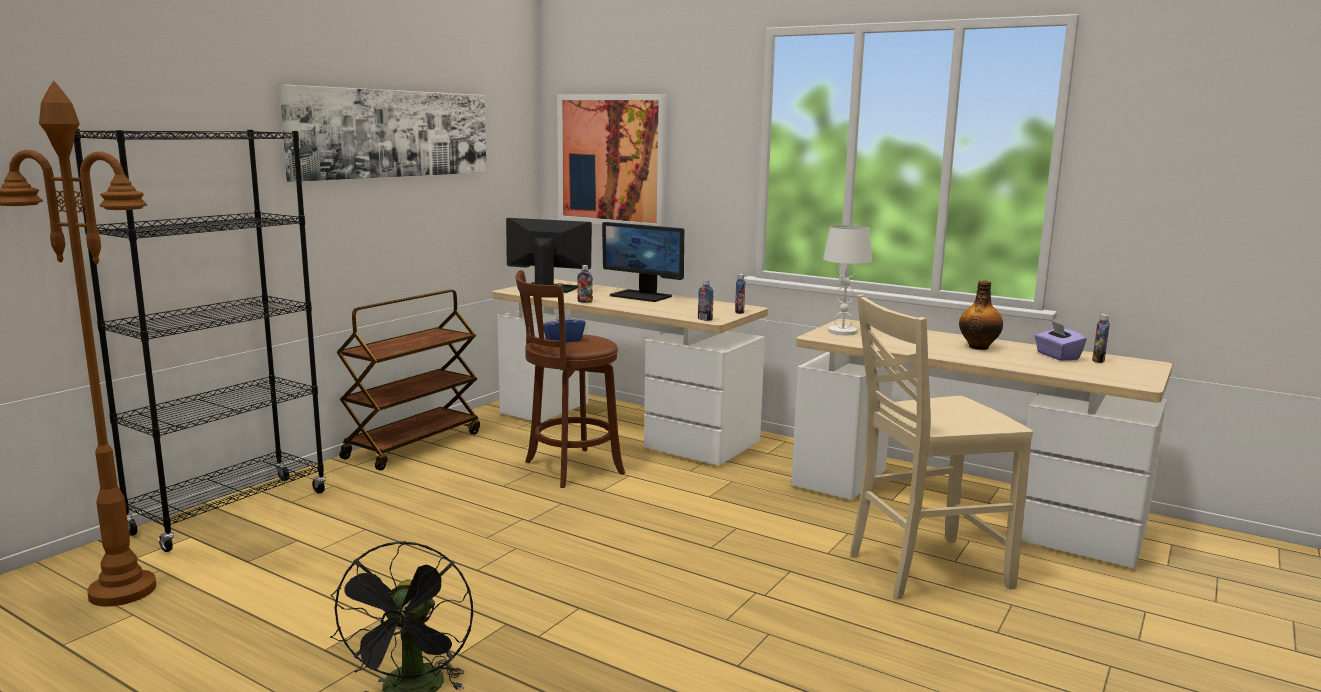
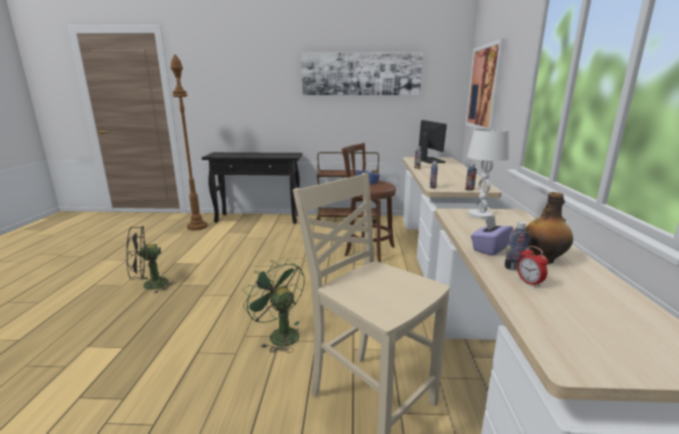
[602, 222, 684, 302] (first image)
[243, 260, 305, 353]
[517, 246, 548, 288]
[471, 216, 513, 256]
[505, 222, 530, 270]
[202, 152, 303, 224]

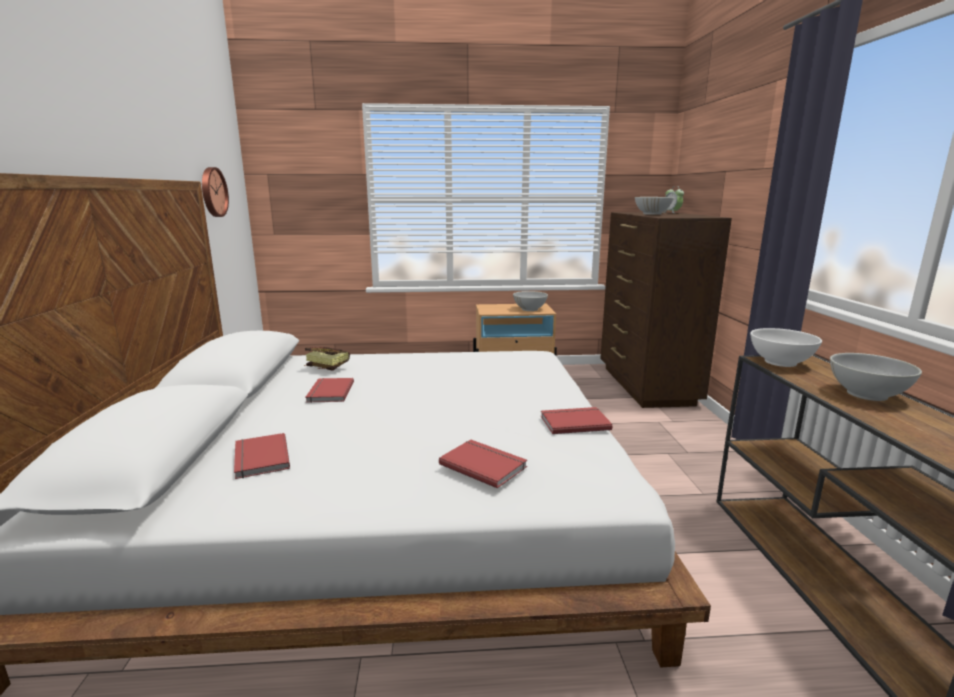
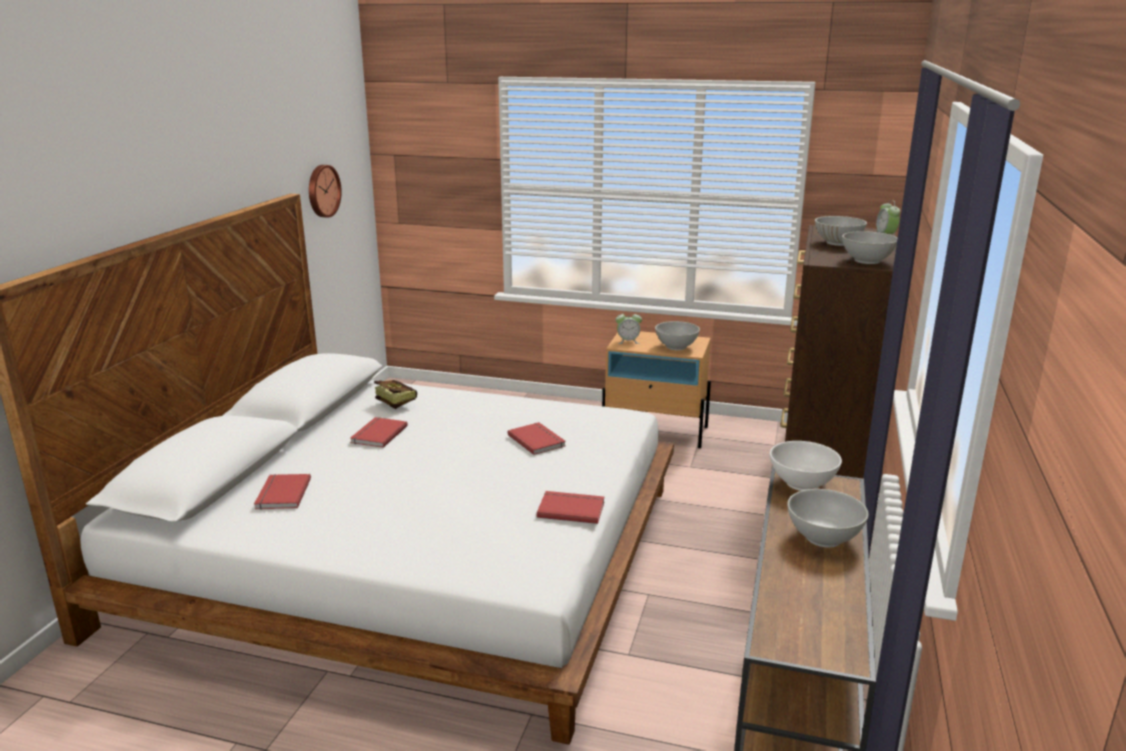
[616, 310, 642, 344]
[842, 231, 897, 264]
[508, 422, 566, 455]

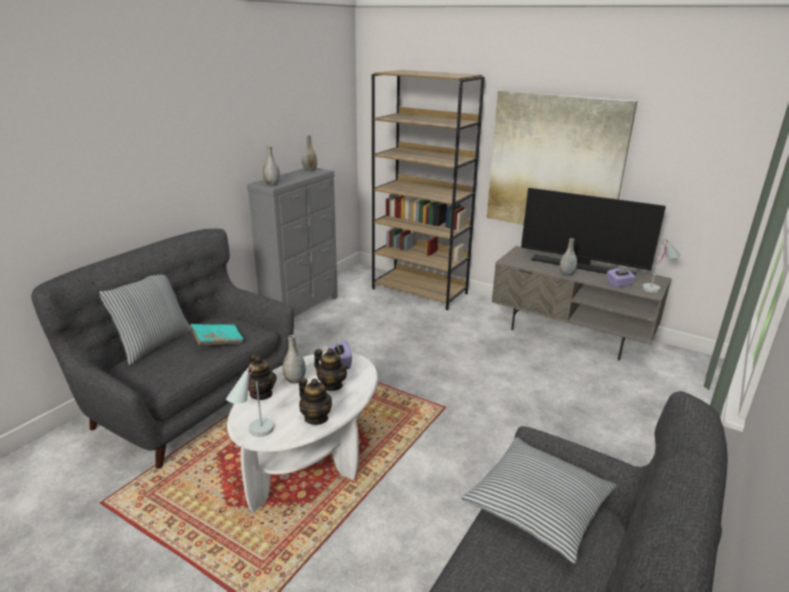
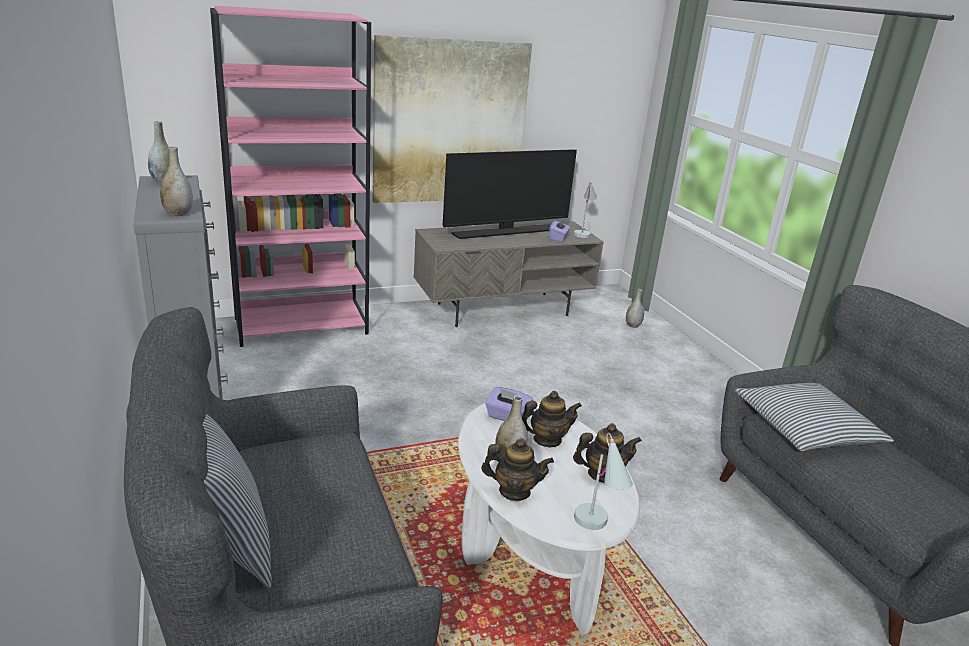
[190, 324, 244, 345] (first image)
[626, 289, 644, 328]
[210, 6, 371, 347]

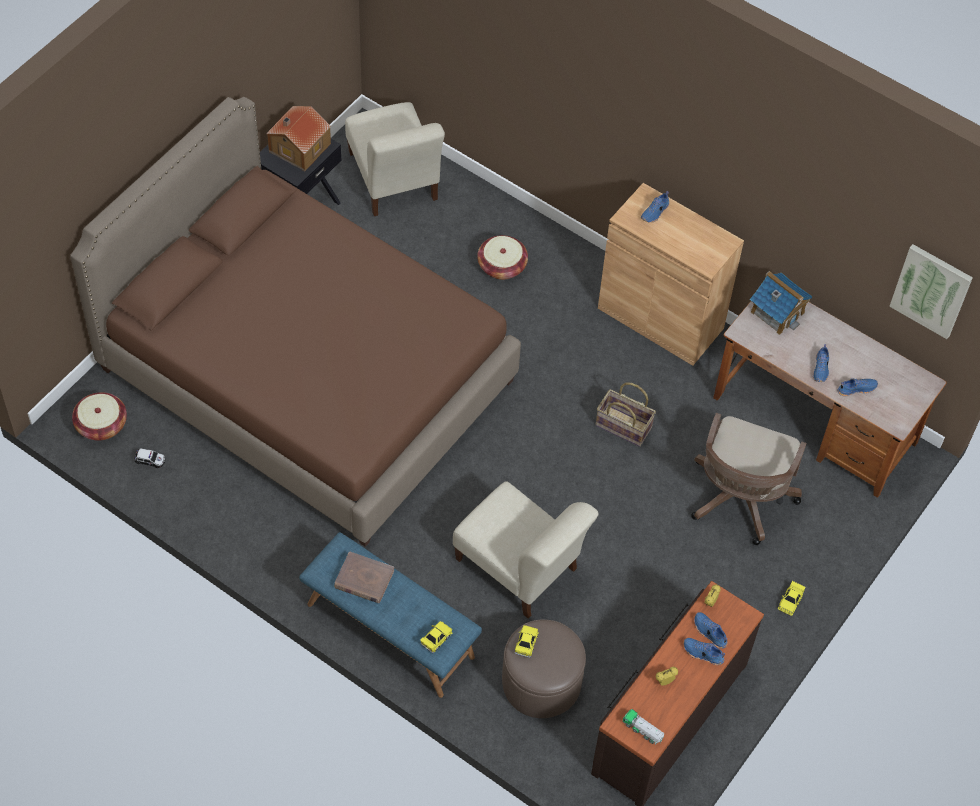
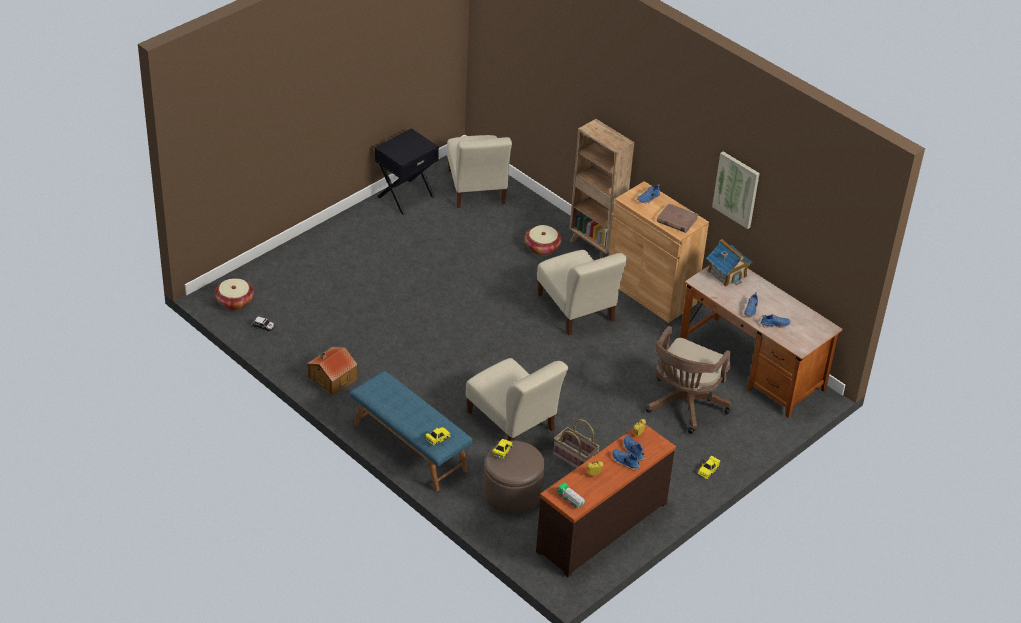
[70, 97, 521, 547] (first image)
[537, 250, 628, 335]
[569, 119, 634, 258]
[307, 347, 358, 396]
[657, 203, 698, 233]
[553, 419, 600, 469]
[712, 152, 760, 229]

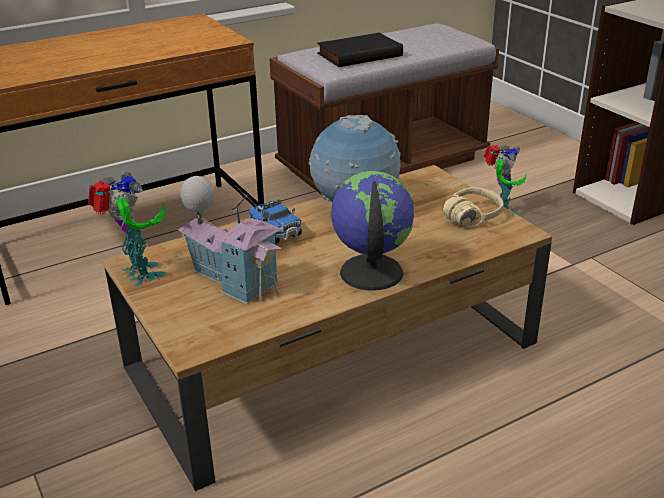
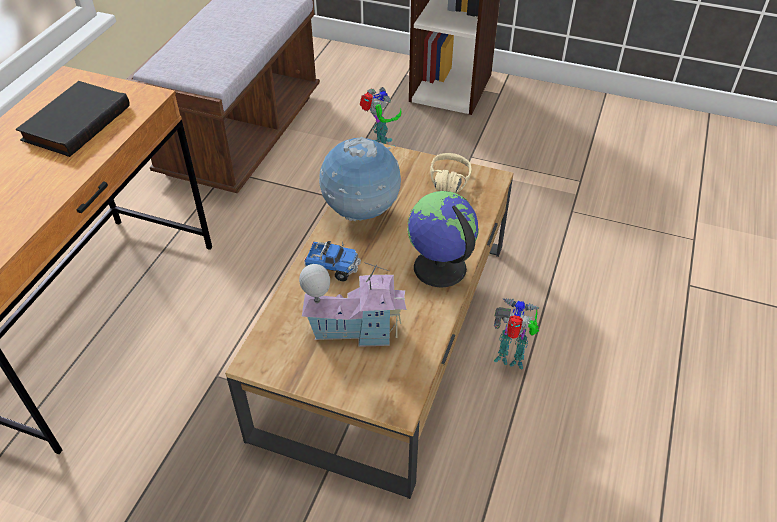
[494, 298, 539, 369]
[16, 81, 130, 157]

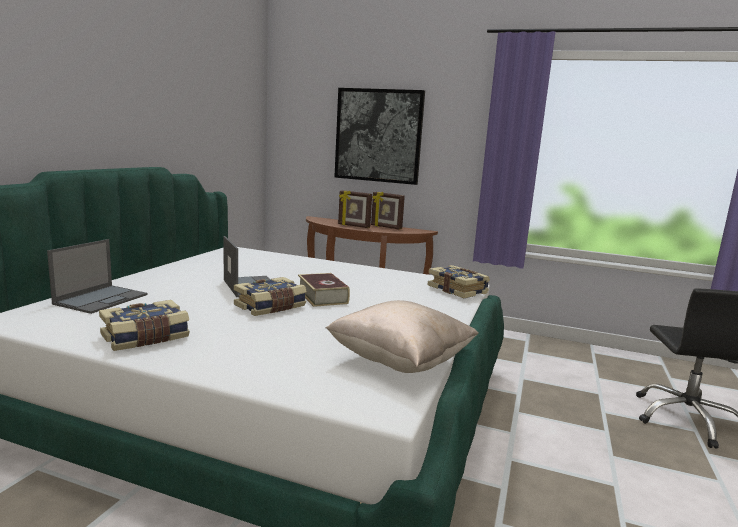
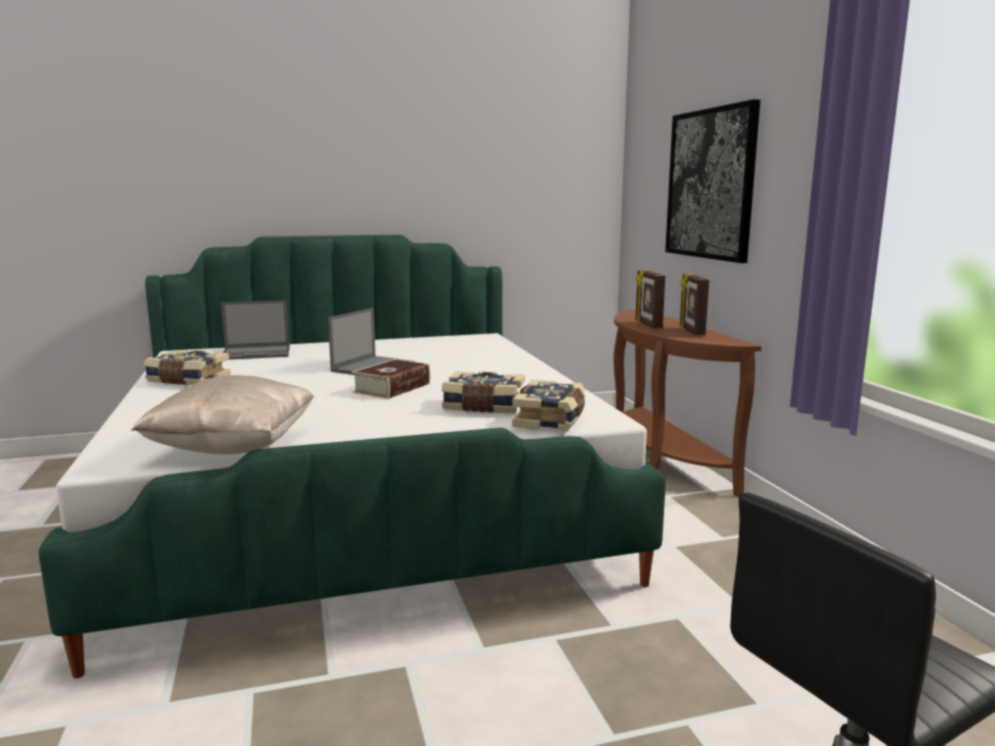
[442, 372, 525, 413]

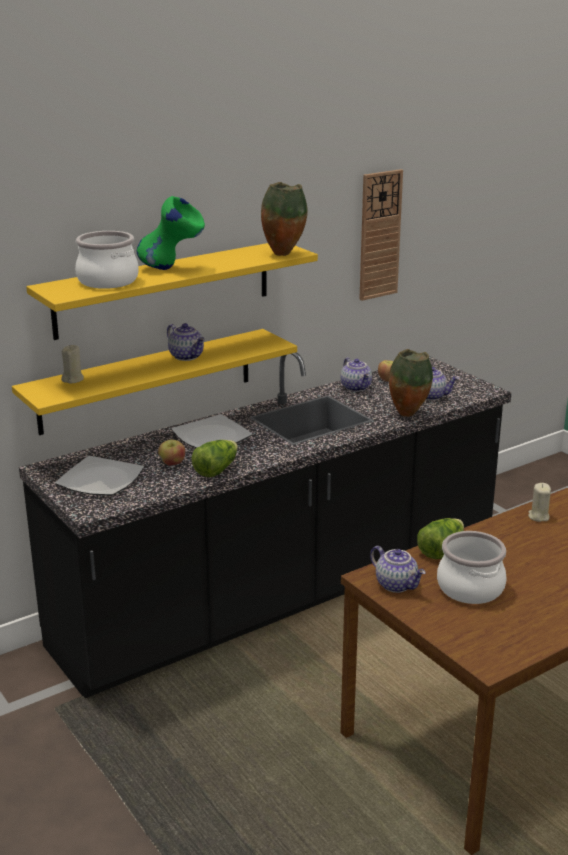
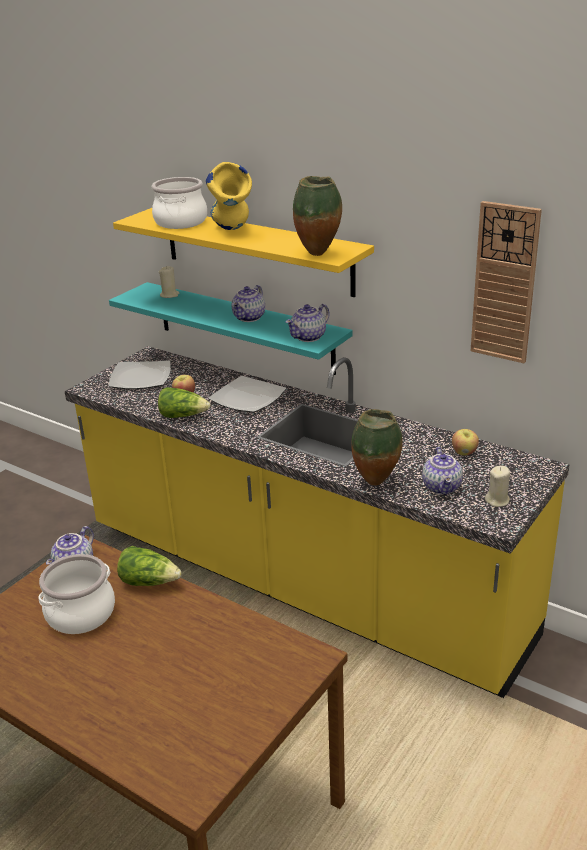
[286, 304, 330, 342]
[485, 466, 510, 507]
[109, 282, 353, 375]
[64, 346, 569, 698]
[206, 162, 252, 230]

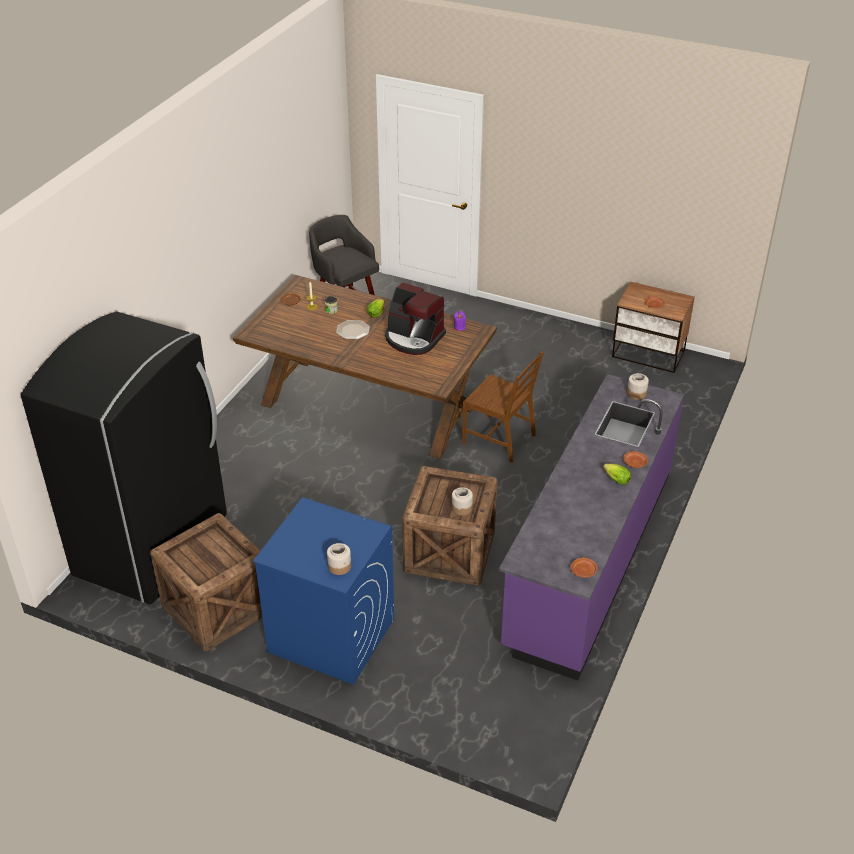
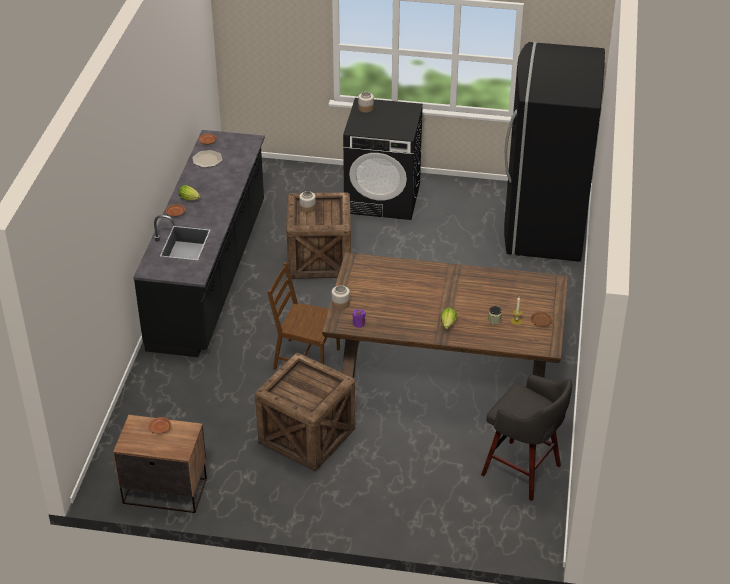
[385, 282, 446, 355] (first image)
[255, 353, 355, 471]
[192, 150, 222, 168]
[332, 285, 350, 310]
[343, 98, 423, 220]
[133, 130, 265, 357]

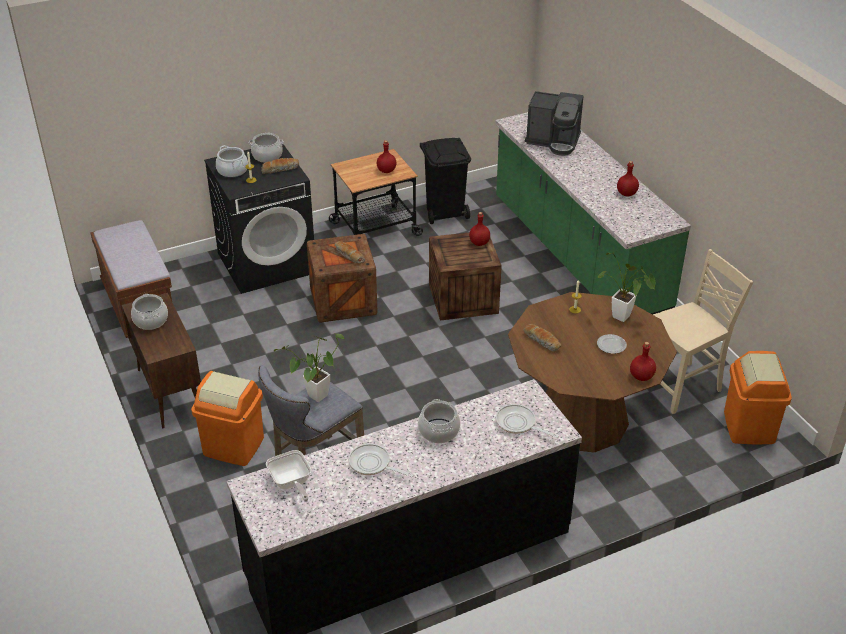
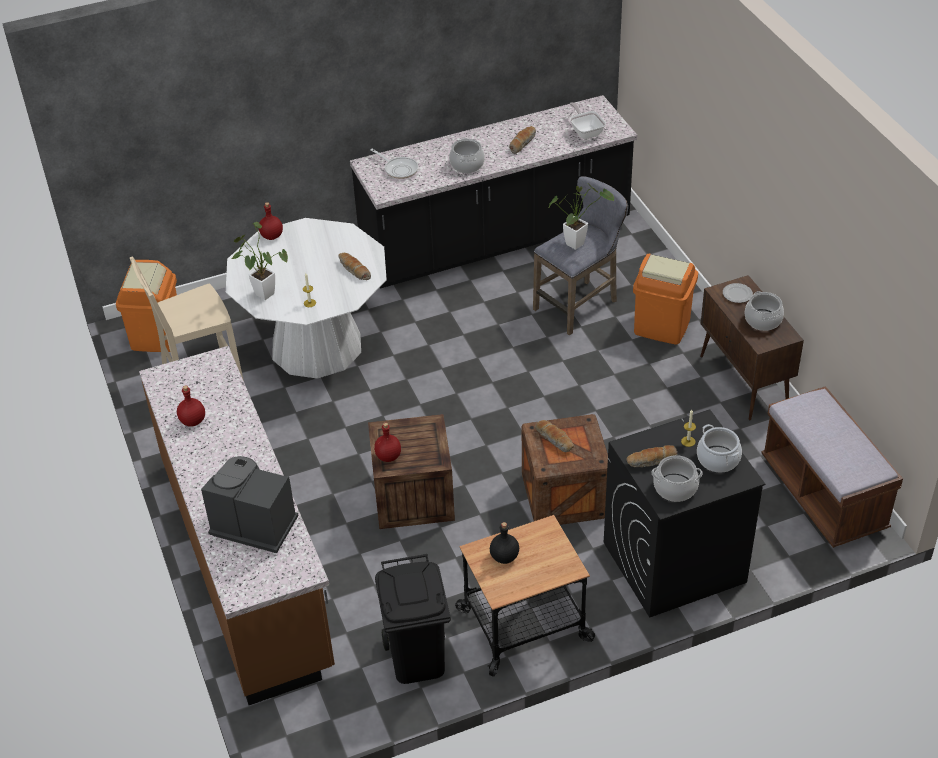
[723, 283, 753, 303]
[509, 126, 536, 154]
[490, 522, 519, 564]
[139, 346, 335, 705]
[226, 218, 387, 379]

